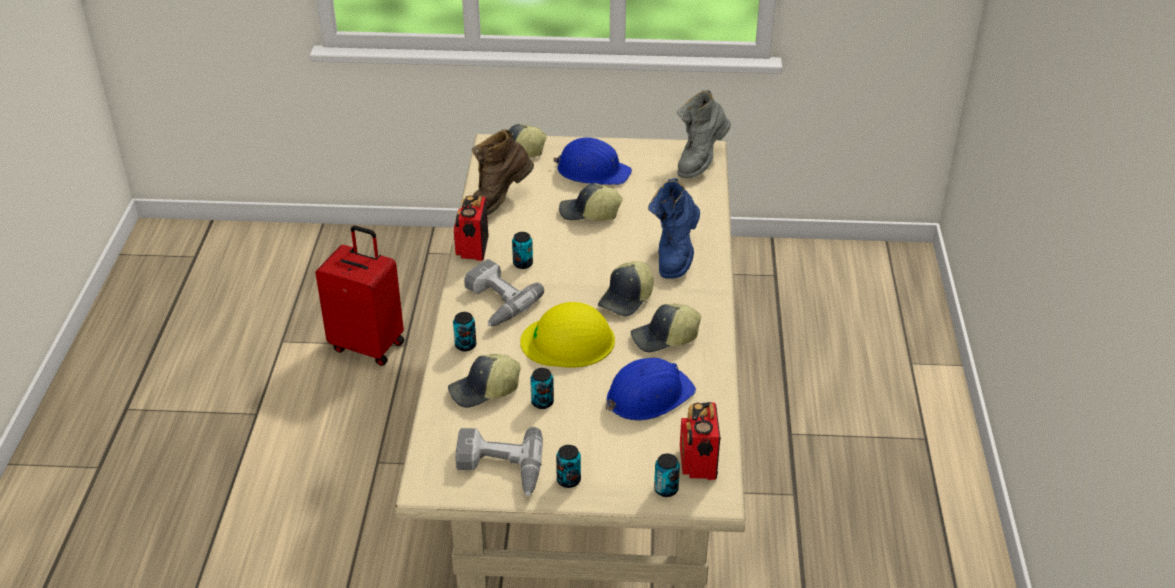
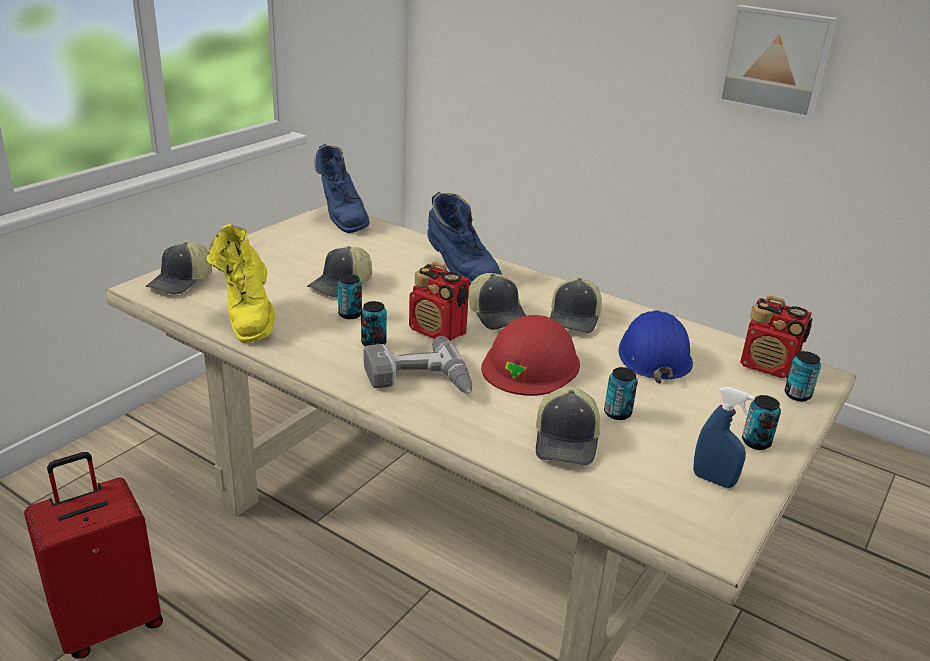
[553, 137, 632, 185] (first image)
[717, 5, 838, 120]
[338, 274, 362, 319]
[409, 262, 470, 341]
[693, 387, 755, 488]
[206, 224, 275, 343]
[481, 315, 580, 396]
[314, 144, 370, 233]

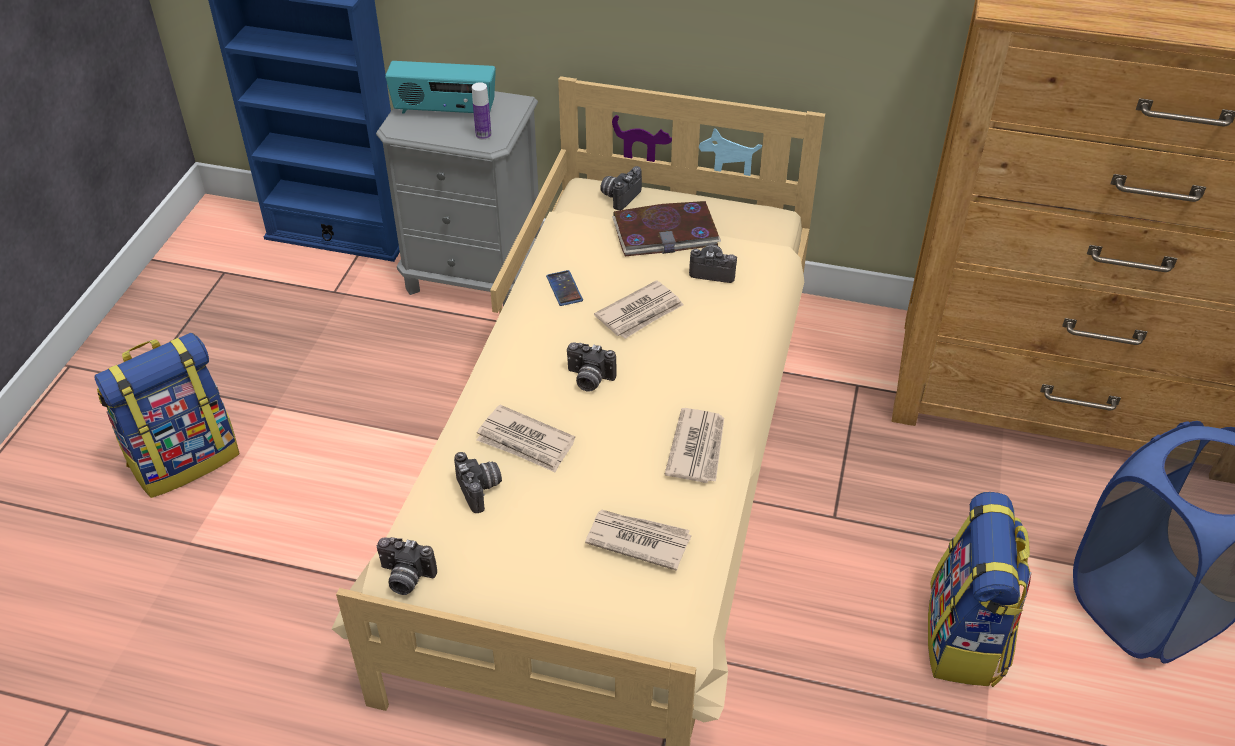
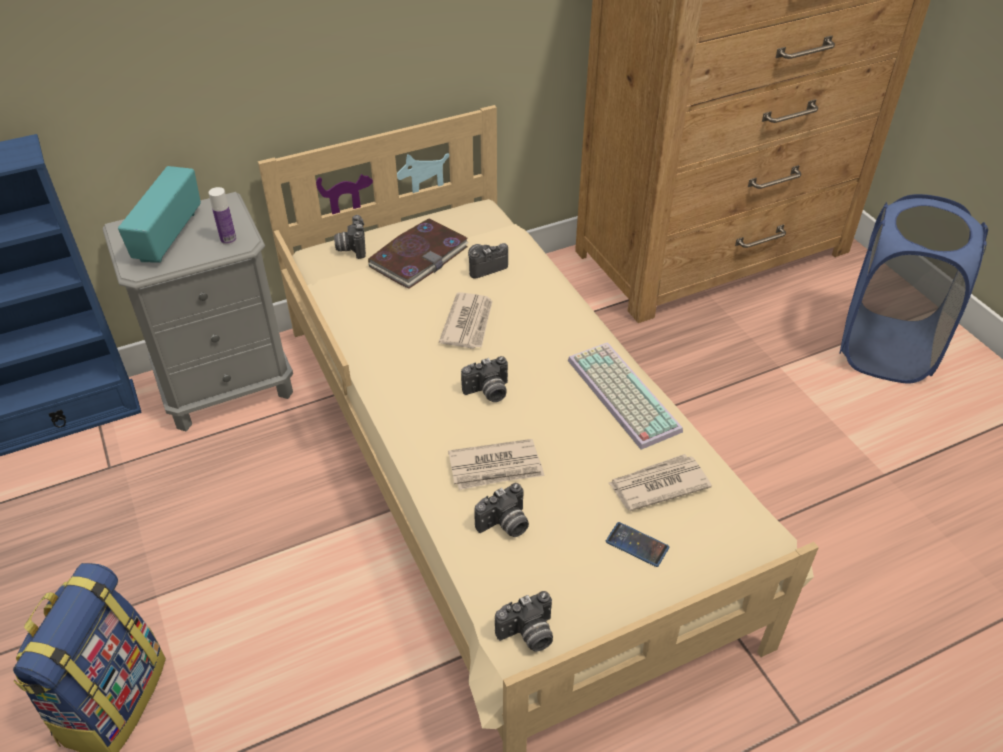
[928, 492, 1031, 687] (first image)
[606, 522, 670, 567]
[568, 342, 683, 450]
[118, 166, 201, 263]
[474, 483, 529, 537]

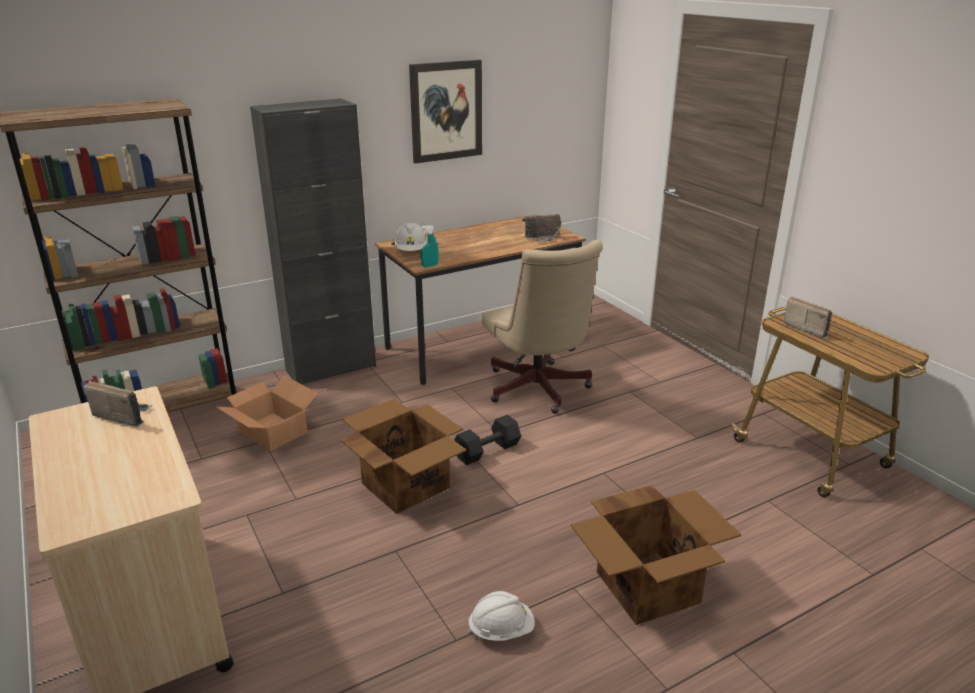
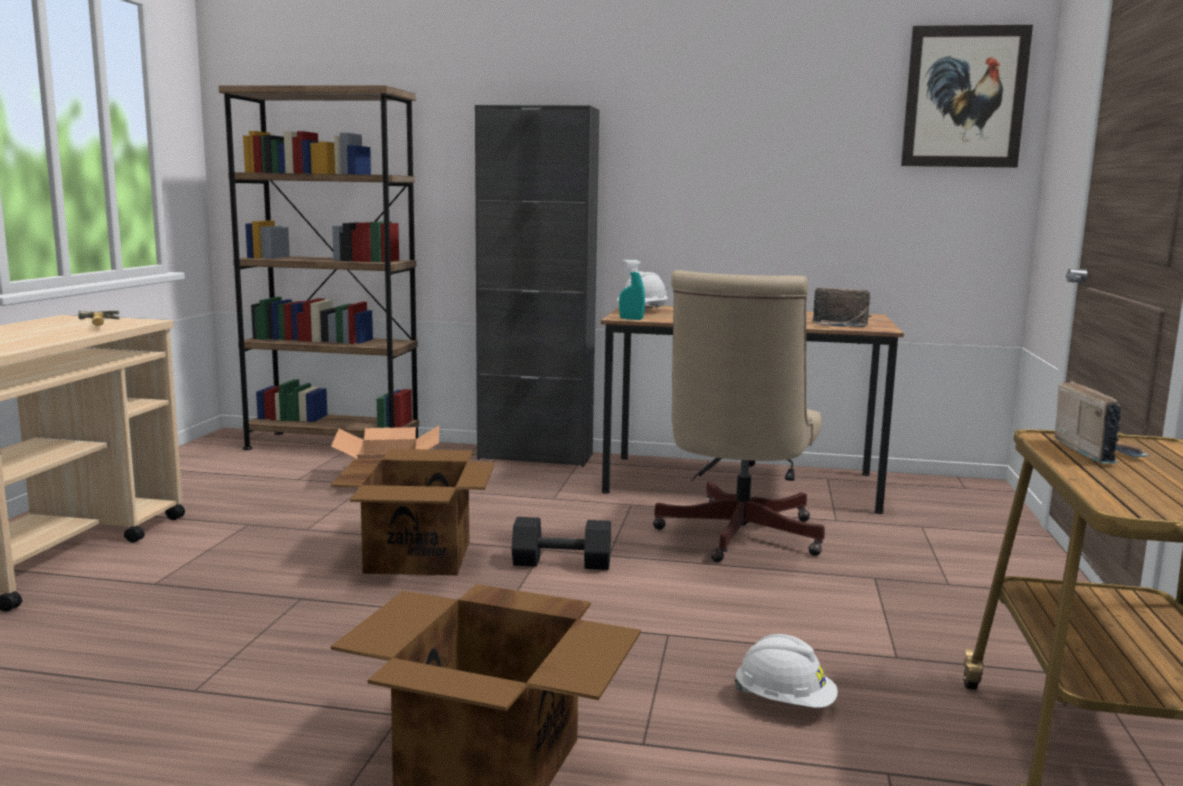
[901, 25, 1033, 168]
[734, 634, 838, 708]
[78, 310, 120, 326]

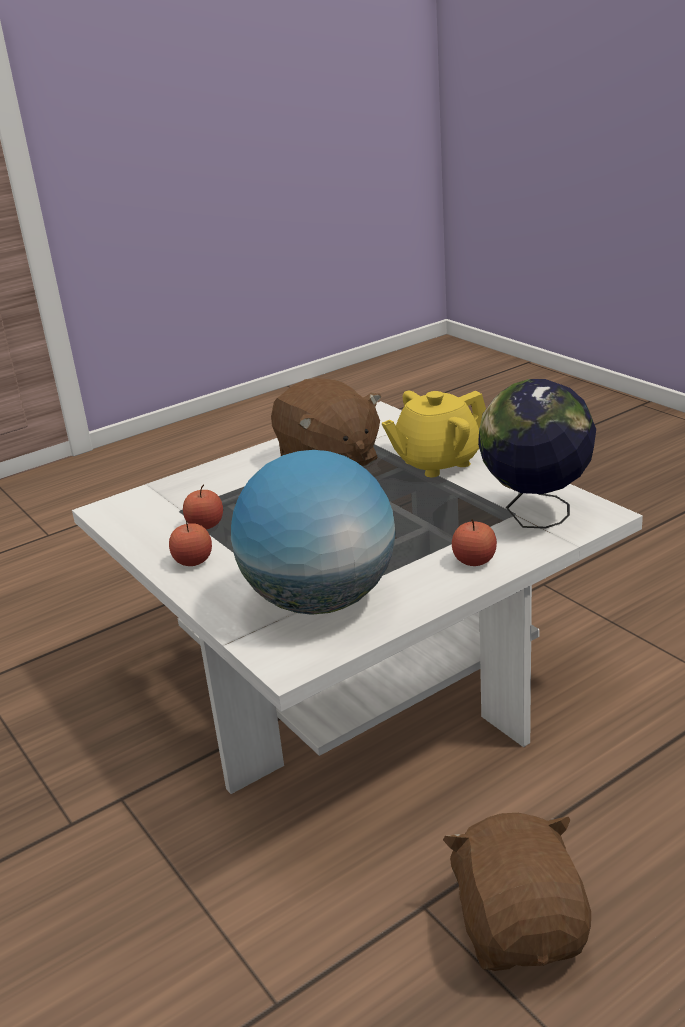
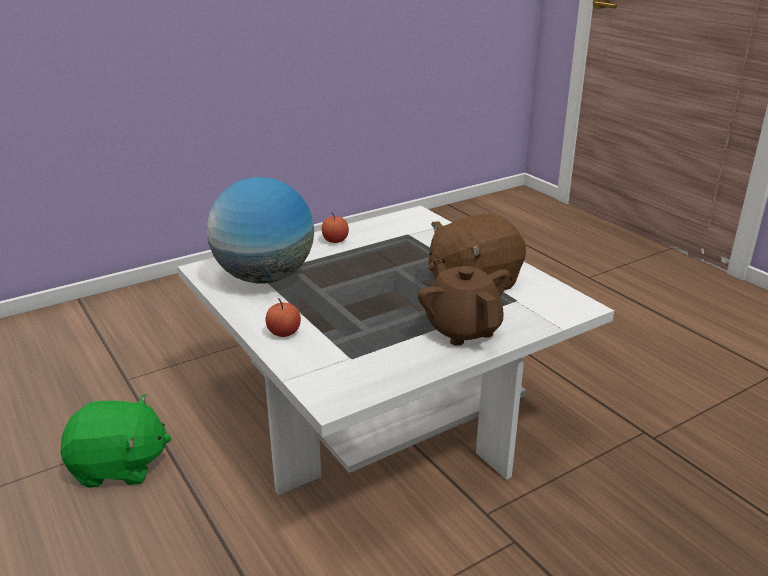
[183, 484, 223, 529] (first image)
[478, 379, 596, 529] (first image)
[418, 259, 510, 346]
[61, 394, 172, 488]

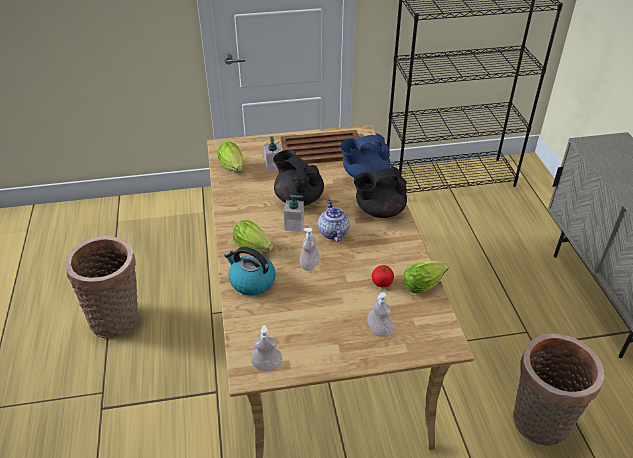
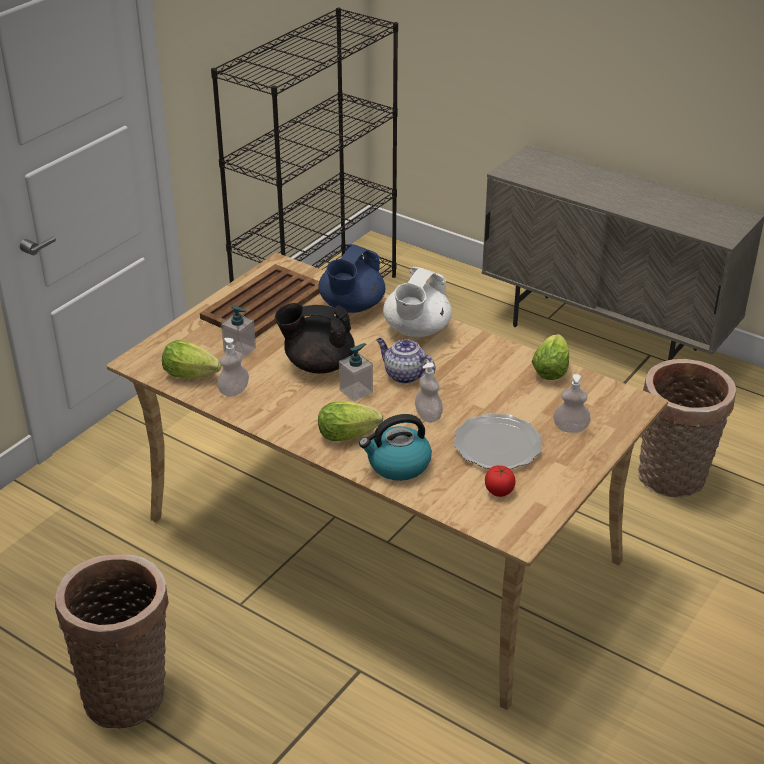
[454, 413, 542, 470]
[217, 338, 249, 397]
[485, 465, 516, 497]
[383, 267, 452, 337]

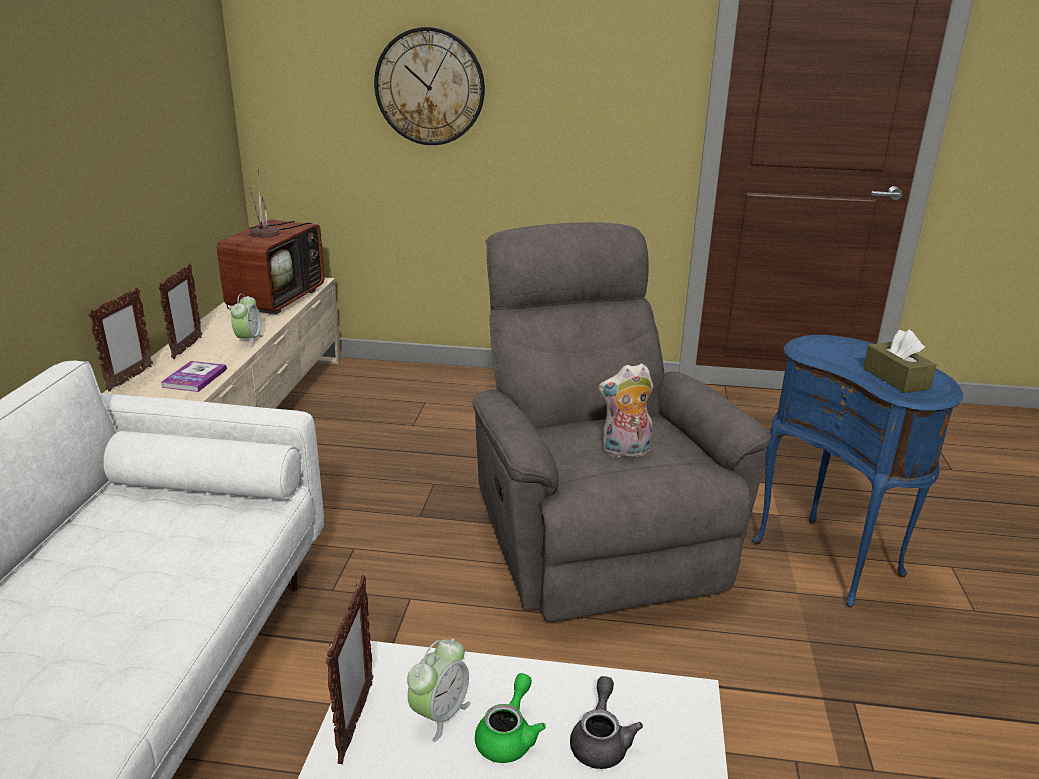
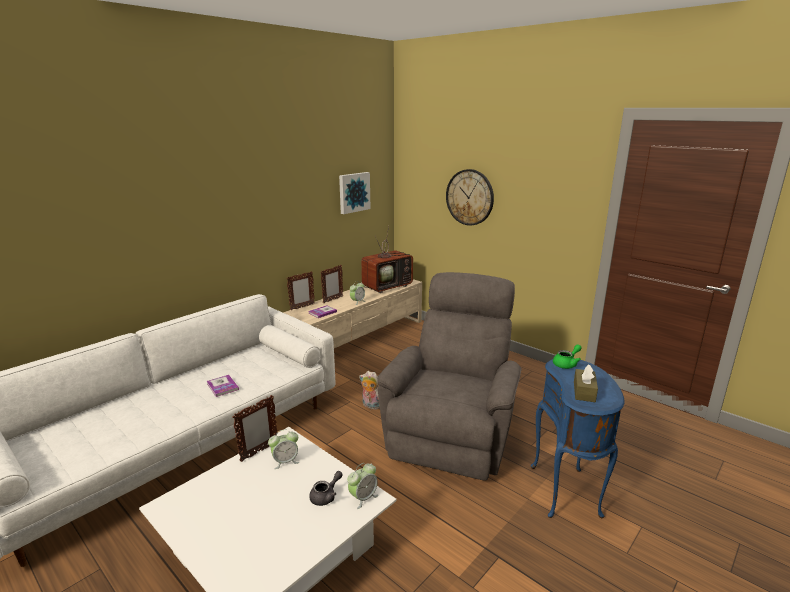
[207, 375, 239, 397]
[339, 172, 370, 214]
[348, 463, 378, 509]
[553, 344, 582, 369]
[359, 371, 380, 410]

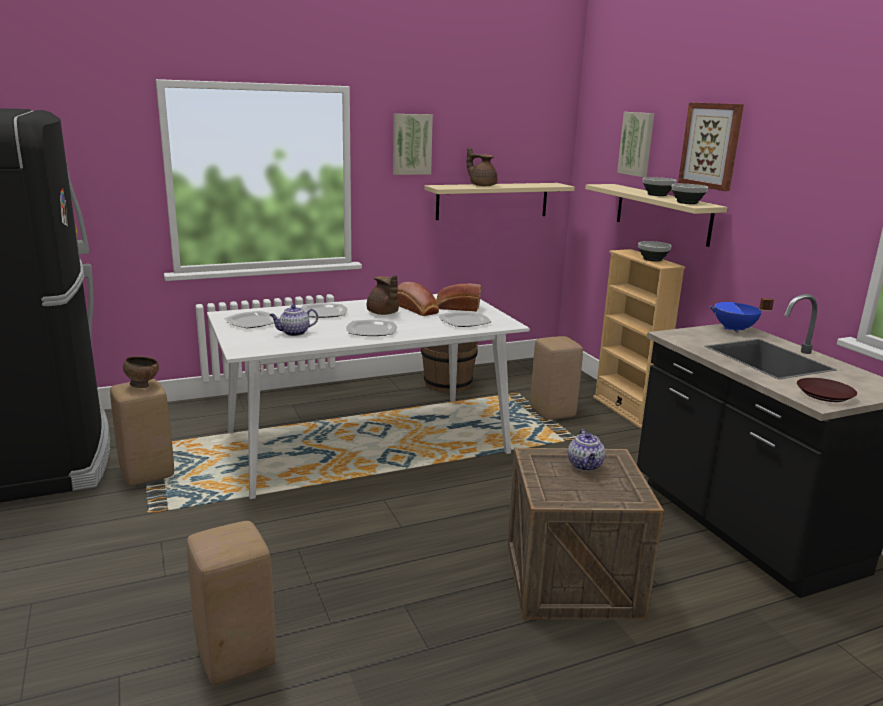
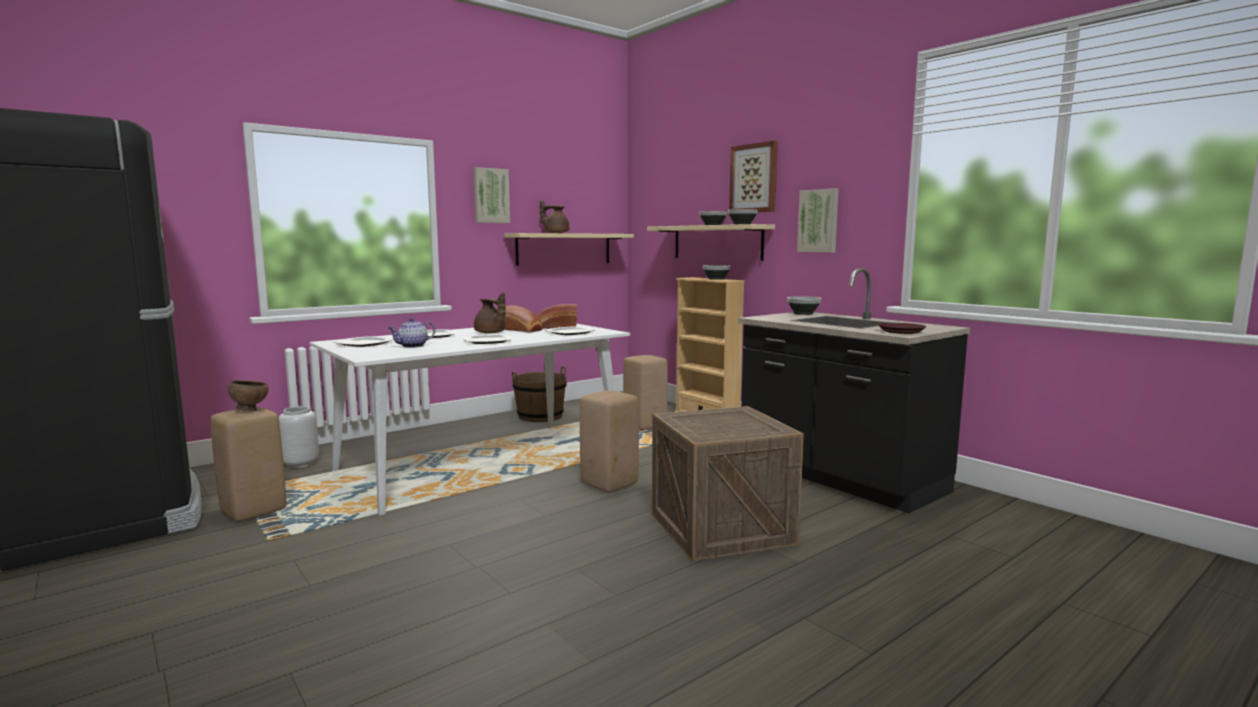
[568, 429, 605, 471] (first image)
[279, 406, 319, 468]
[580, 390, 639, 492]
[797, 188, 839, 253]
[787, 296, 821, 315]

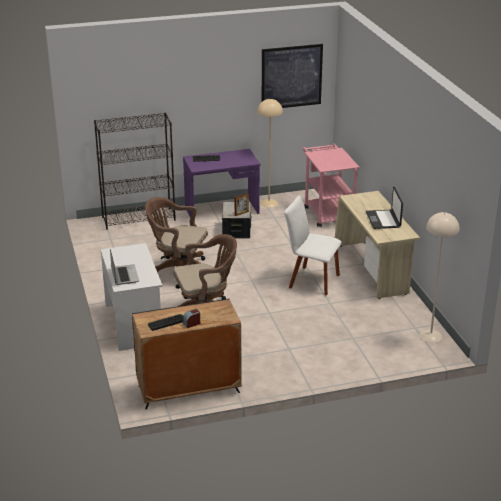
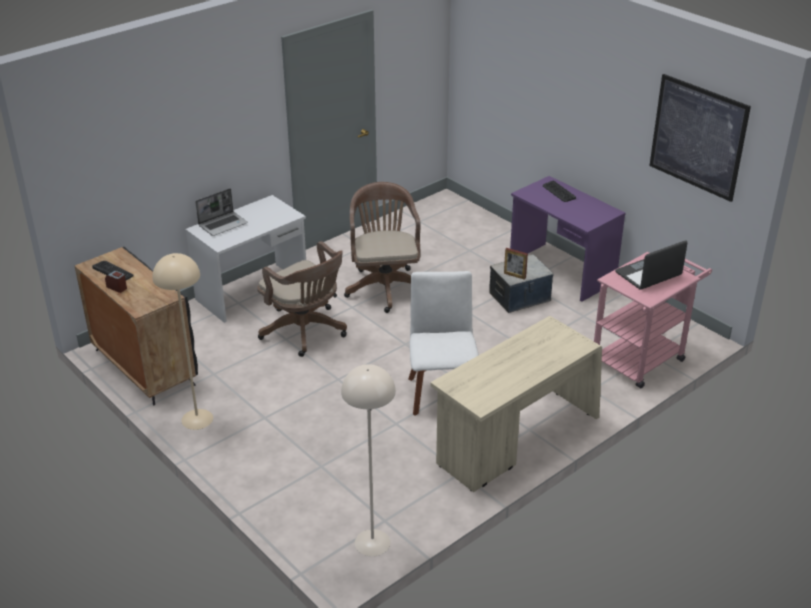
[94, 113, 176, 230] (first image)
[152, 253, 213, 430]
[615, 240, 687, 289]

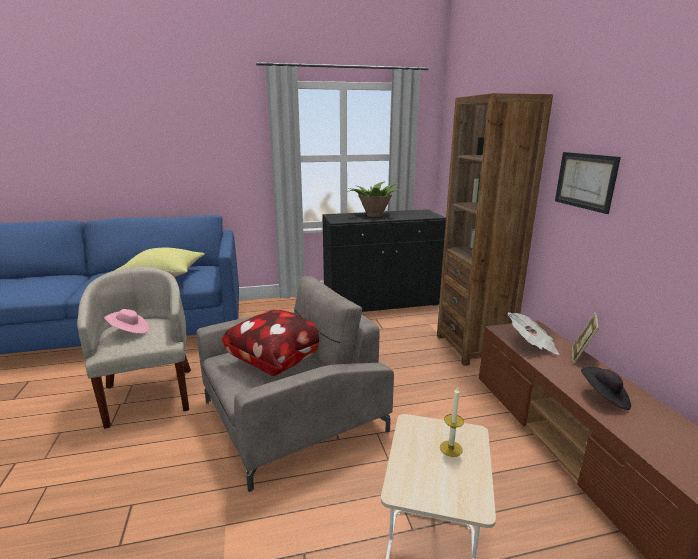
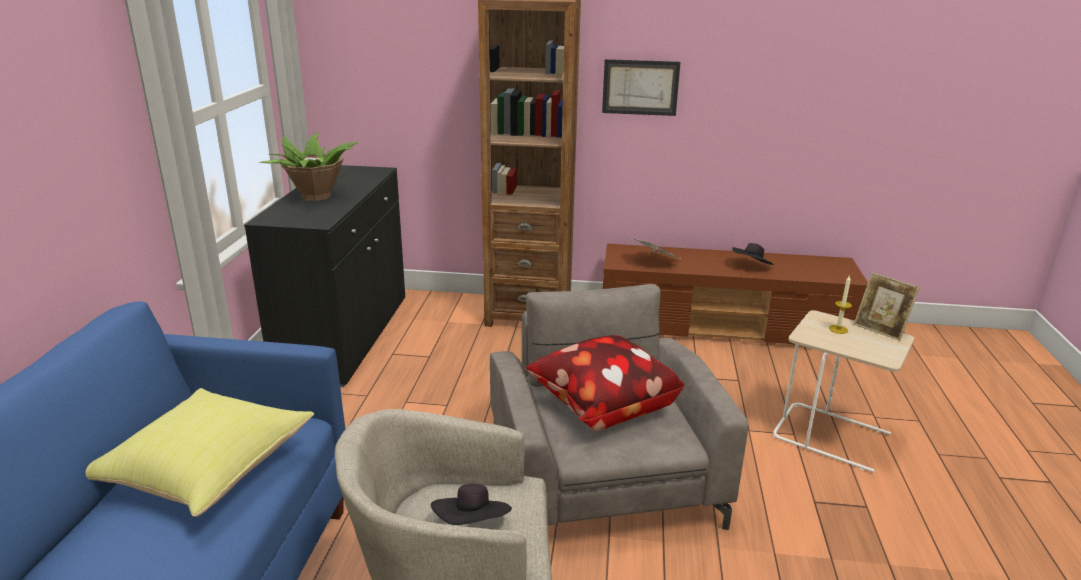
[854, 272, 920, 341]
[431, 484, 512, 525]

